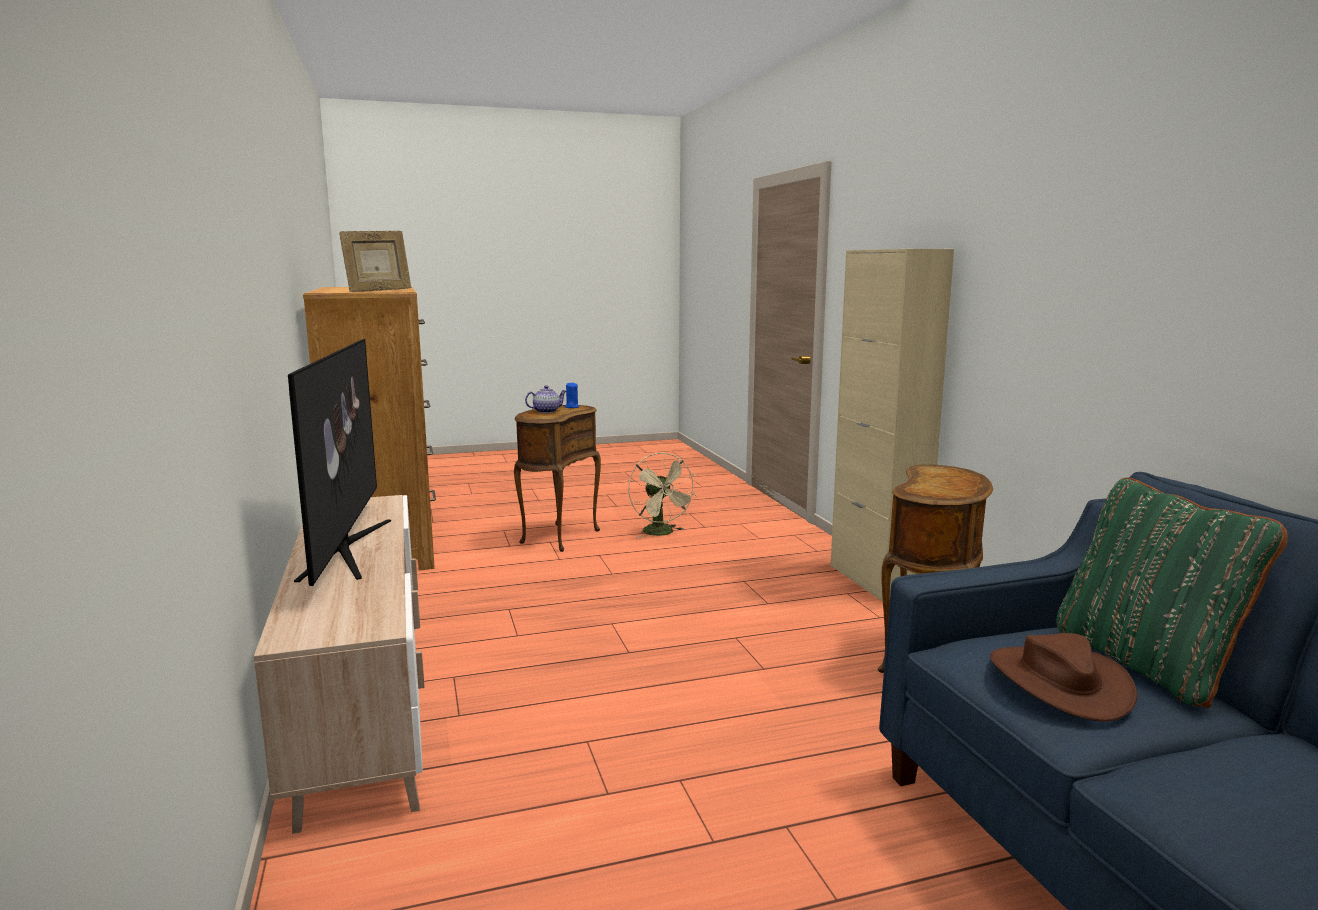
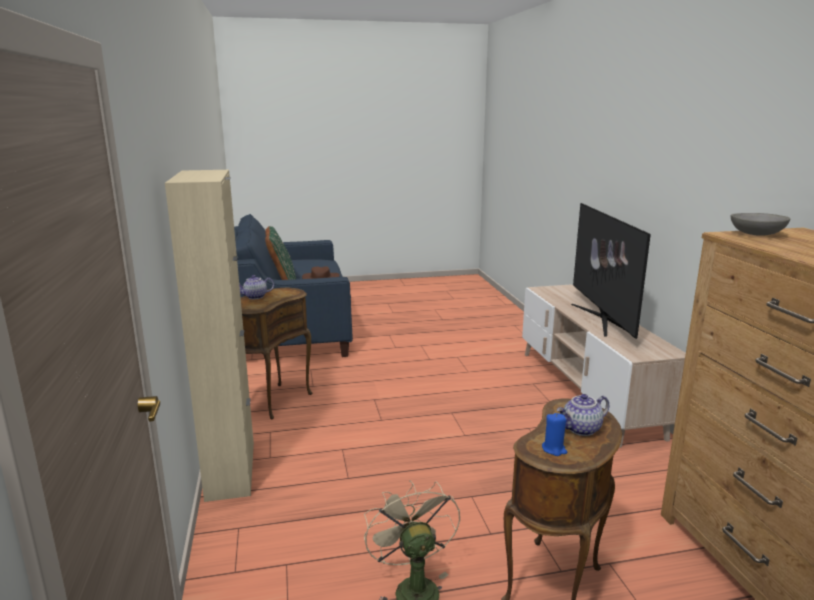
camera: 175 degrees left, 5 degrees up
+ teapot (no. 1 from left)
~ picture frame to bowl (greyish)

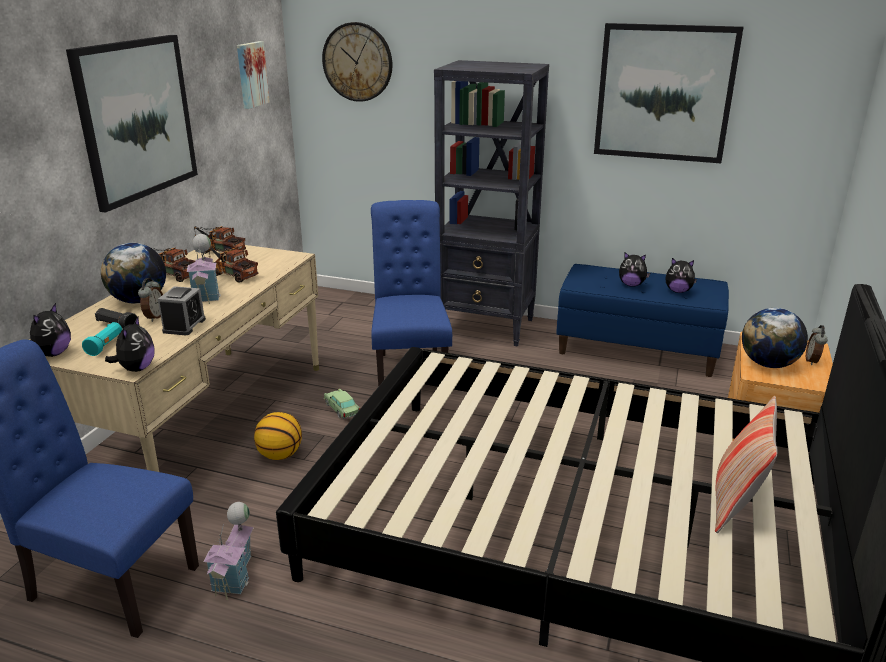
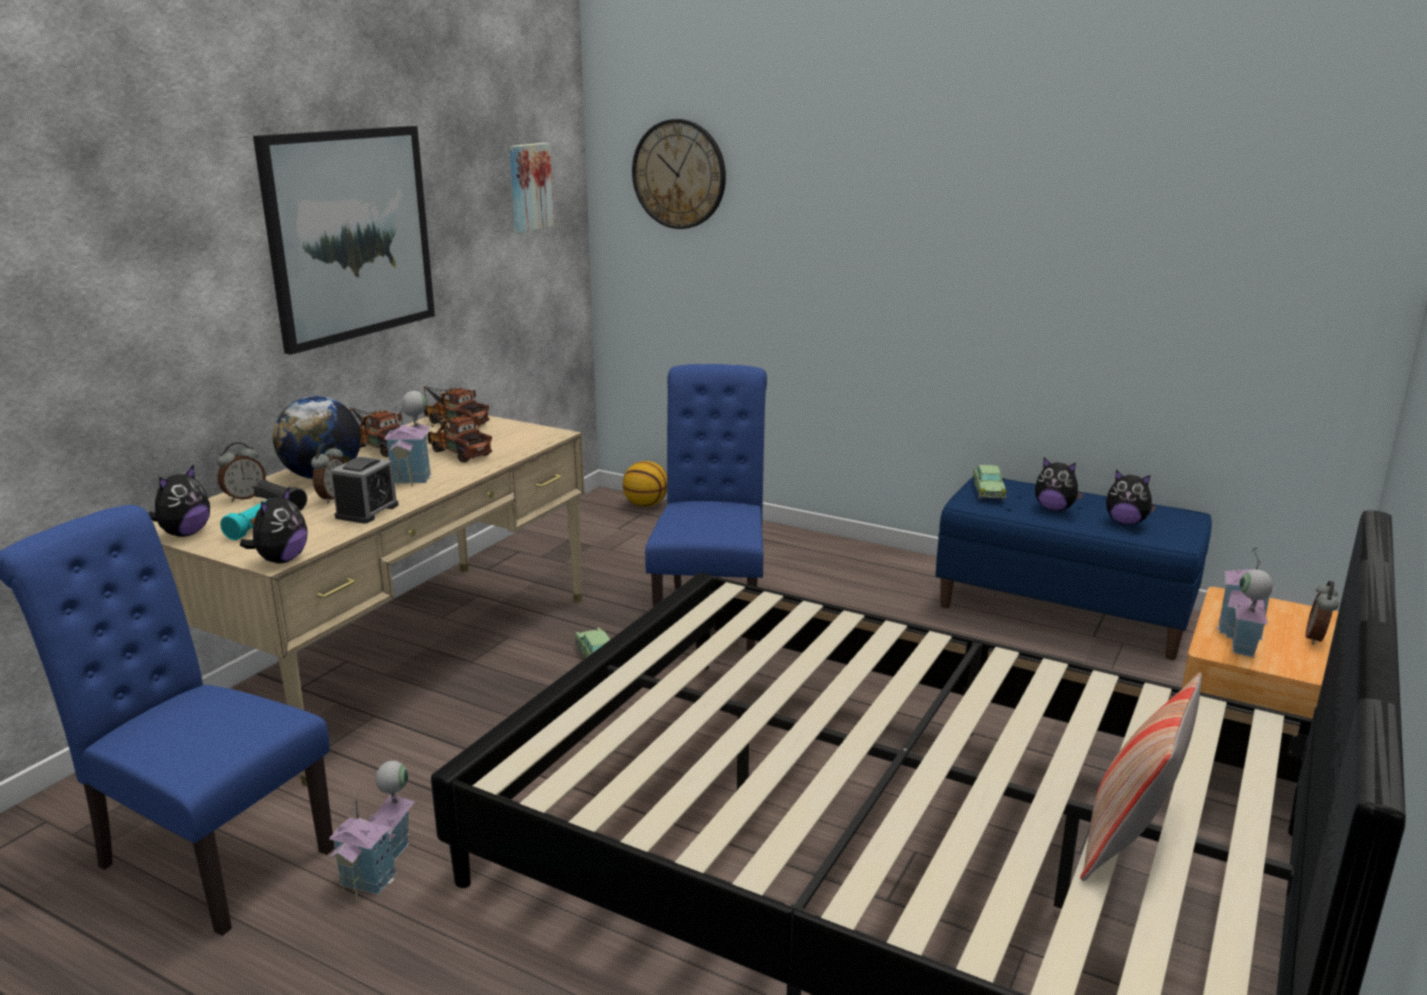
camera: 10 degrees right, 5 degrees down
+ alarm clock (no. 1 from left)
~ basketball
+ toy car (no. 2 from left)
~ world globe (no. 2 from left) to toy house (no. 3 from left)
- bookshelf (blackish)
- wall picture (no. 3 from left)

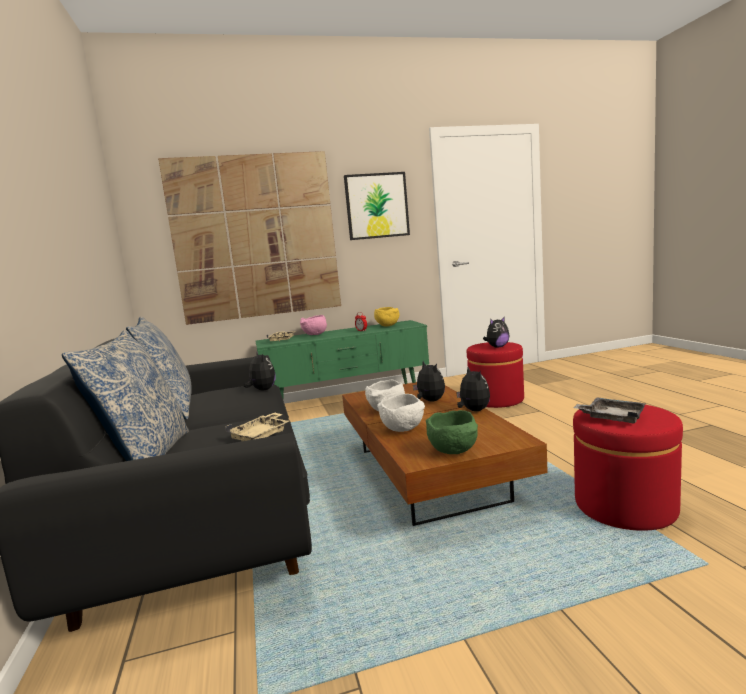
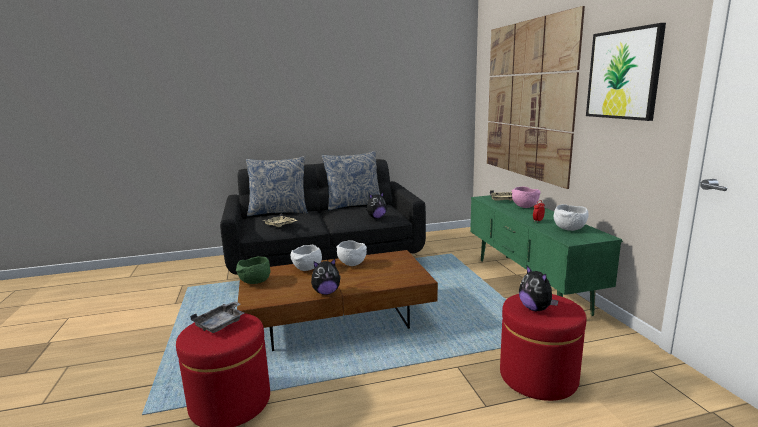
camera: 90 degrees right, 5 degrees up
~ bowl (yellow) to bowl (whitish) (no. 3 from left)
- soft toy (no. 2 from left)

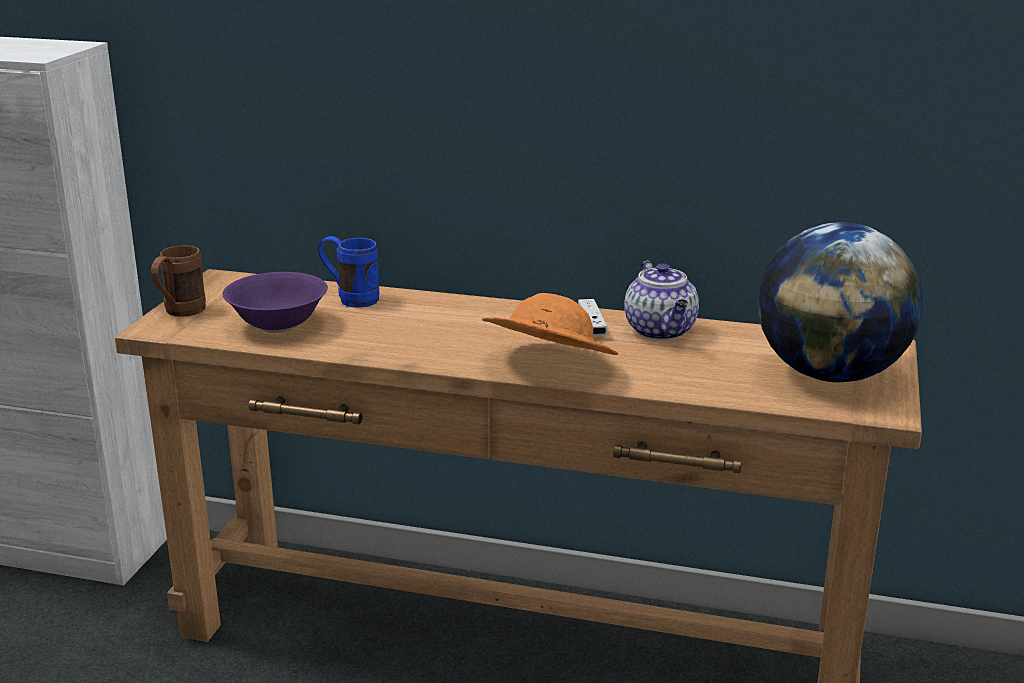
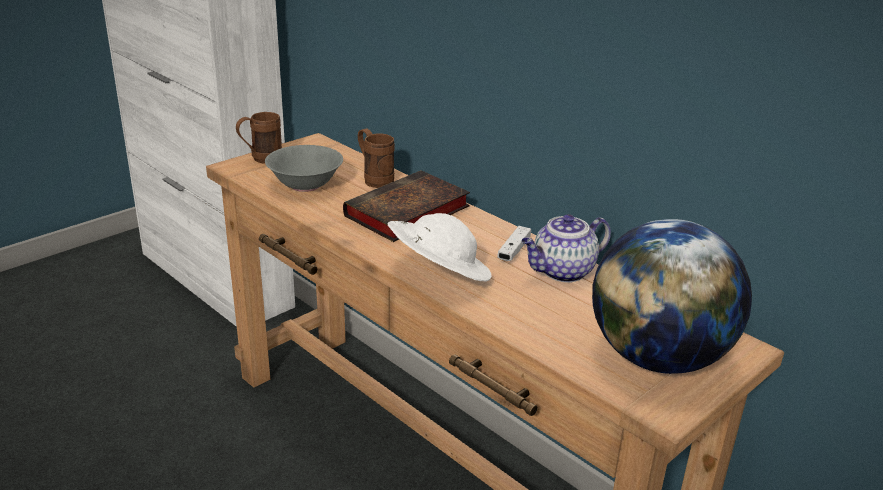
camera: 30 degrees right, 5 degrees up
~ bowl (purplish) to bowl (greyish)
+ book
~ coffee mug (blue-coloured) to coffee mug (brown) (no. 2 from left)
~ hat (orangey) to hat (whitish)
~ teapot 45 degrees clockwise

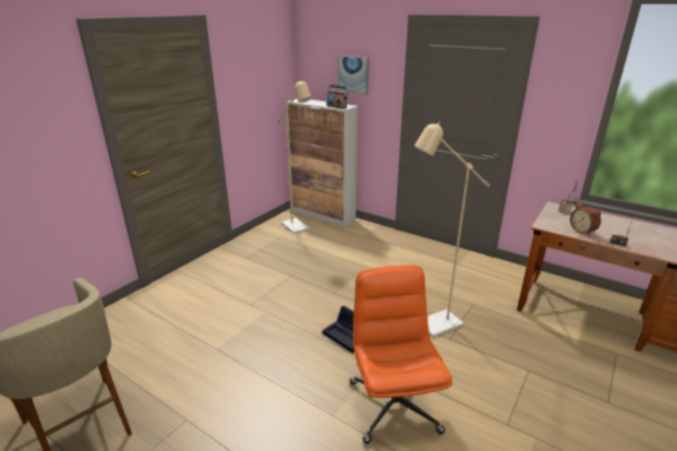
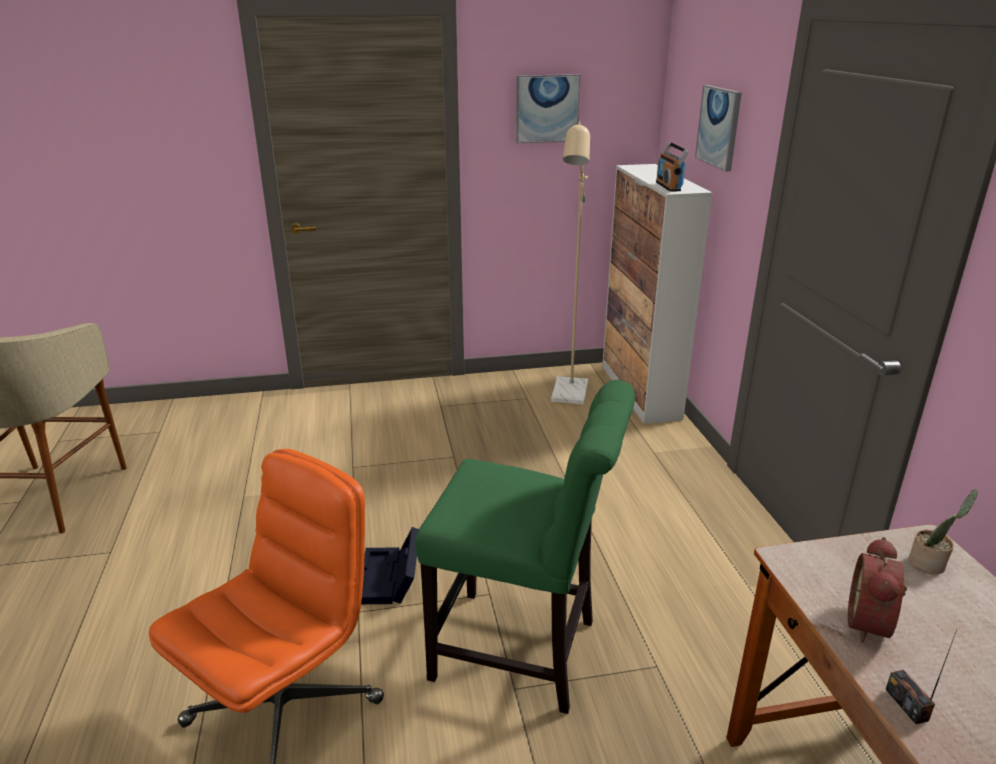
camera: 45 degrees right, 0 degrees up
~ floor lamp (beige) (no. 2 from left) to chair (green-coloured)
+ wall picture (no. 1 from left)

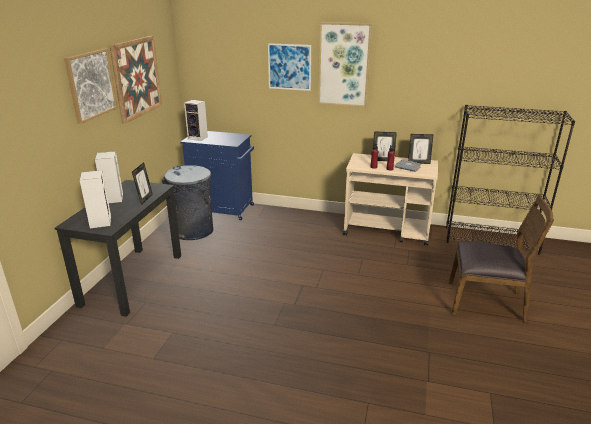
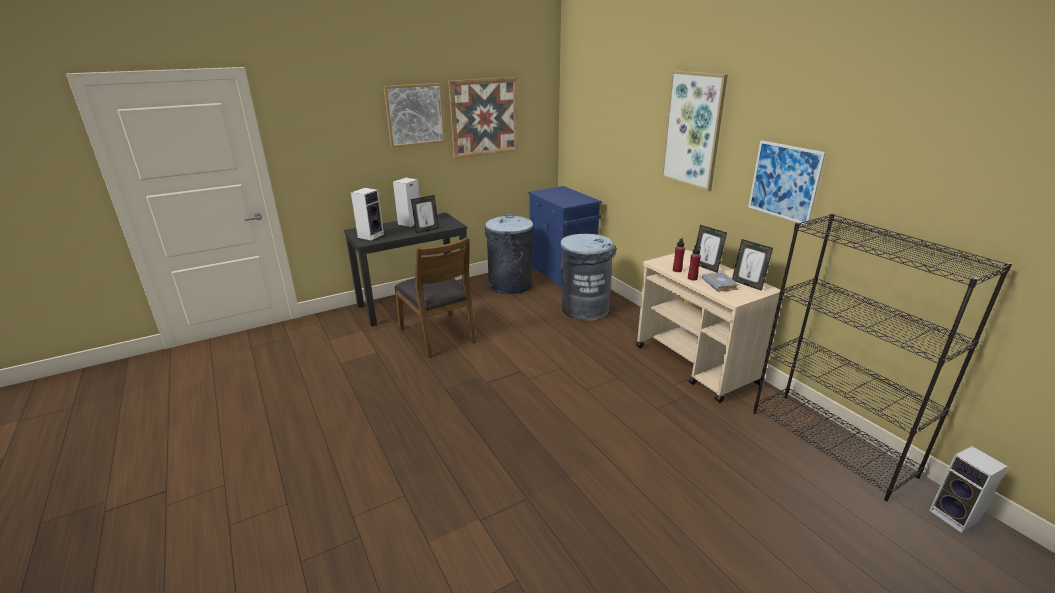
camera: 45 degrees right, 0 degrees up
~ chair (brown)
+ waste bin (greyish) (no. 2 from left)
~ wall picture (no. 3 from left in the first image) to wall picture (no. 4 from left)
~ audio speaker (no. 3 from left)

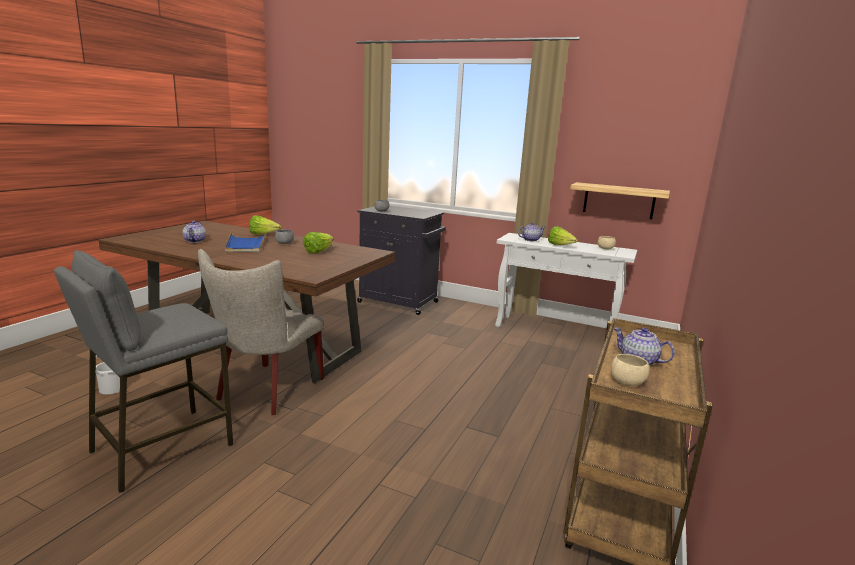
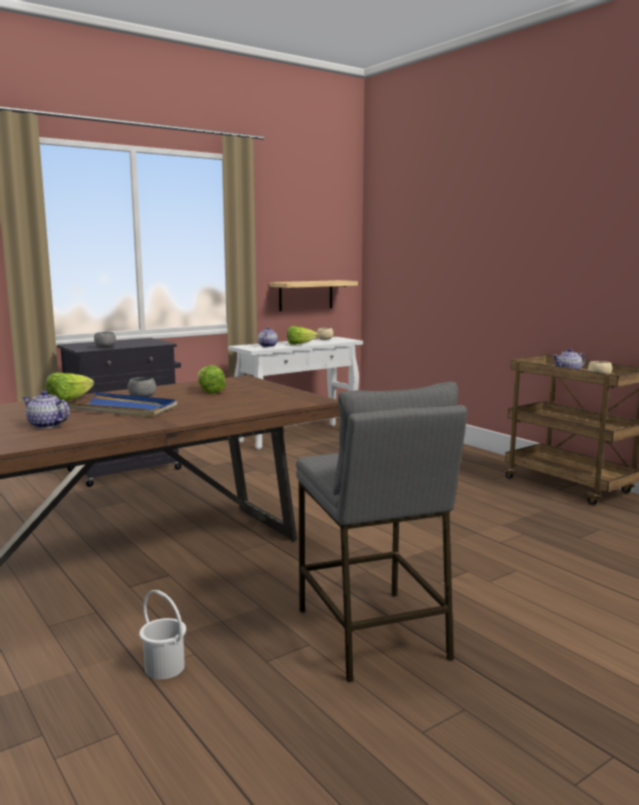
camera: 60 degrees left, 5 degrees down
- chair (beige)

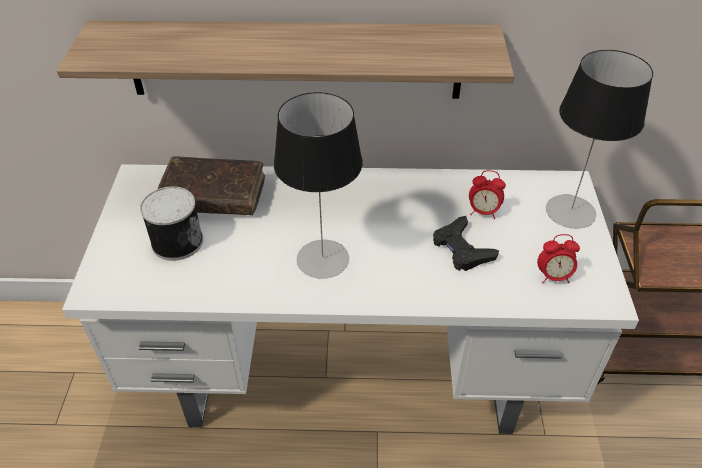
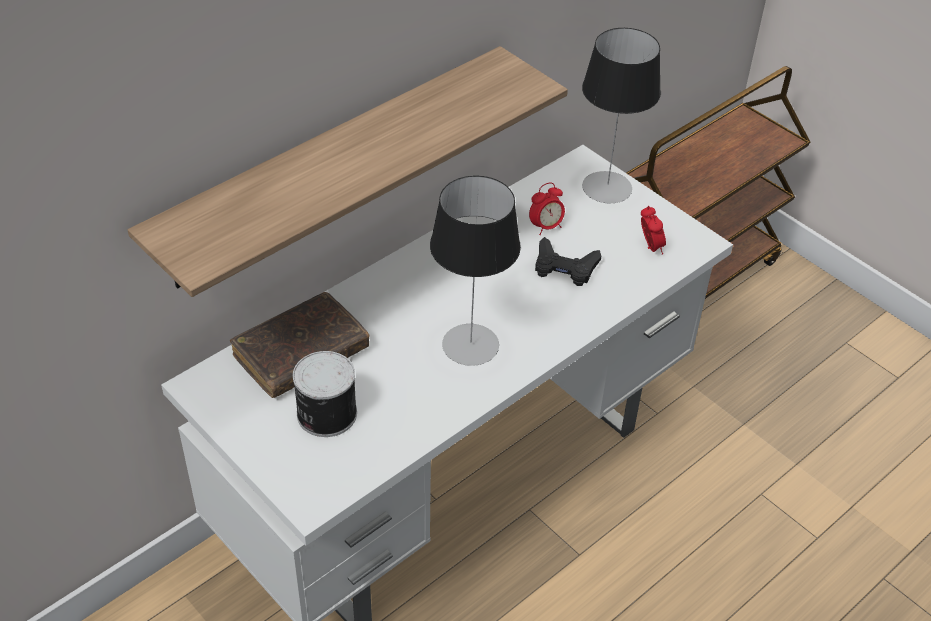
camera: 45 degrees left, 0 degrees up
~ alarm clock (no. 2 from left) 60 degrees counterclockwise

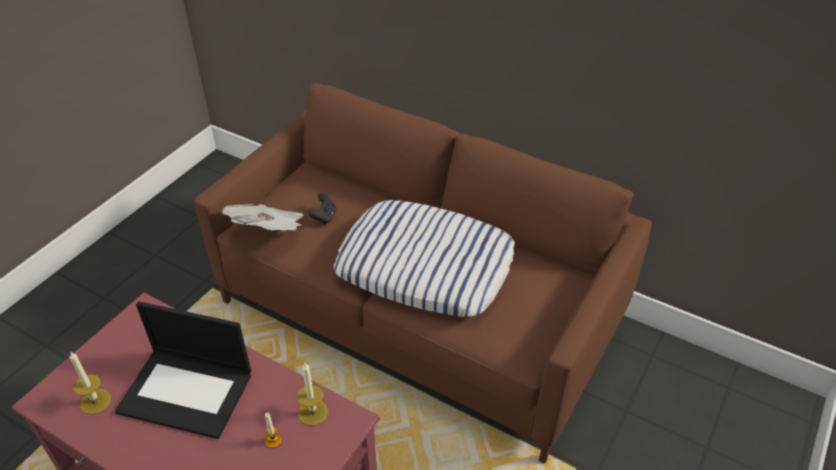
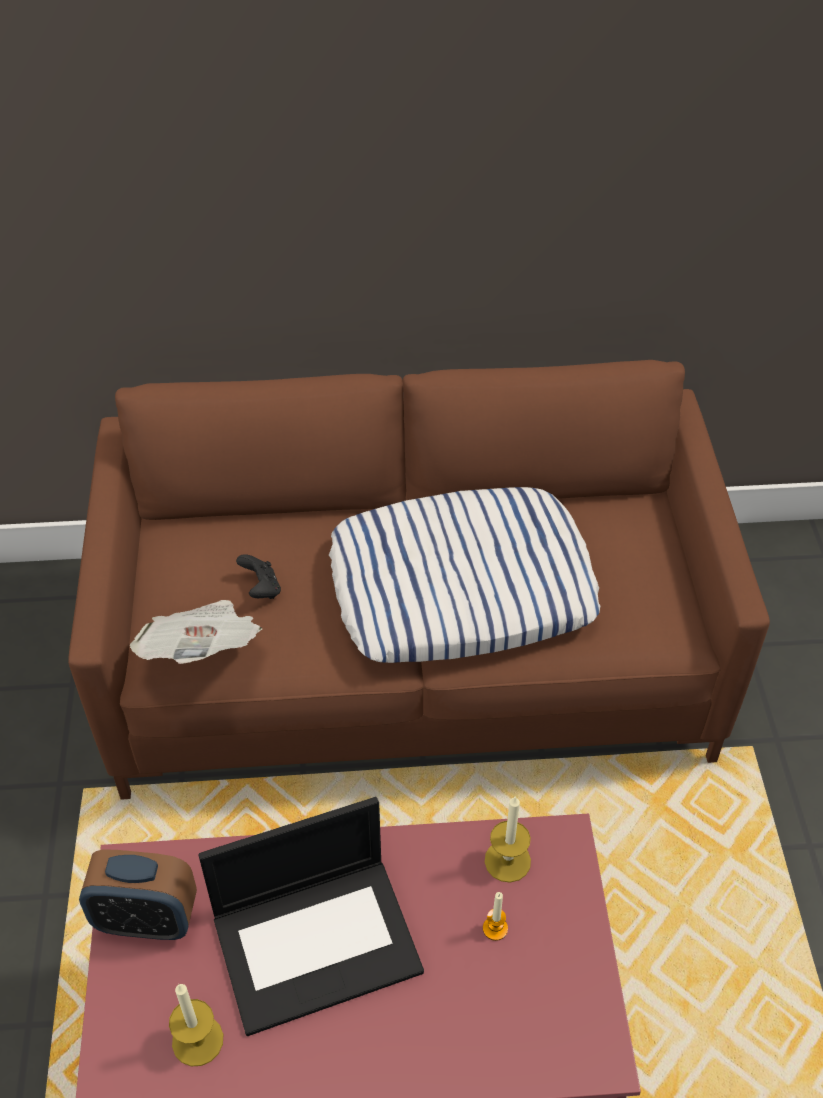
camera: 35 degrees left, 5 degrees up
+ alarm clock

